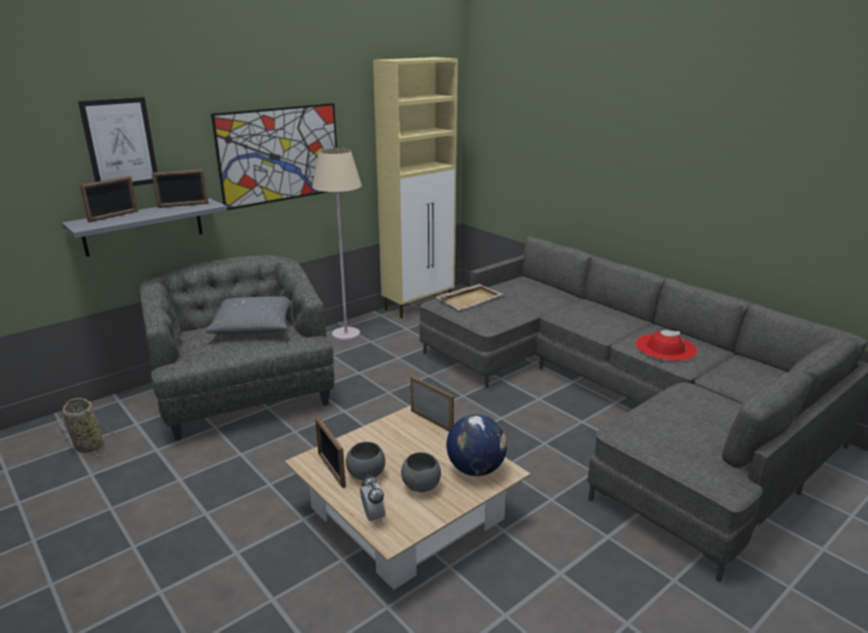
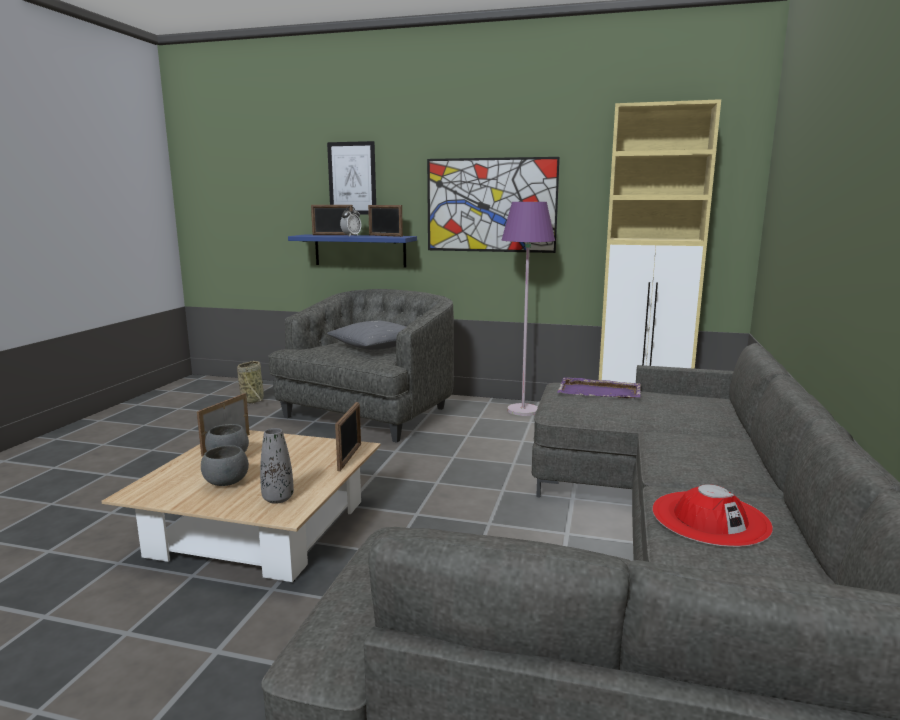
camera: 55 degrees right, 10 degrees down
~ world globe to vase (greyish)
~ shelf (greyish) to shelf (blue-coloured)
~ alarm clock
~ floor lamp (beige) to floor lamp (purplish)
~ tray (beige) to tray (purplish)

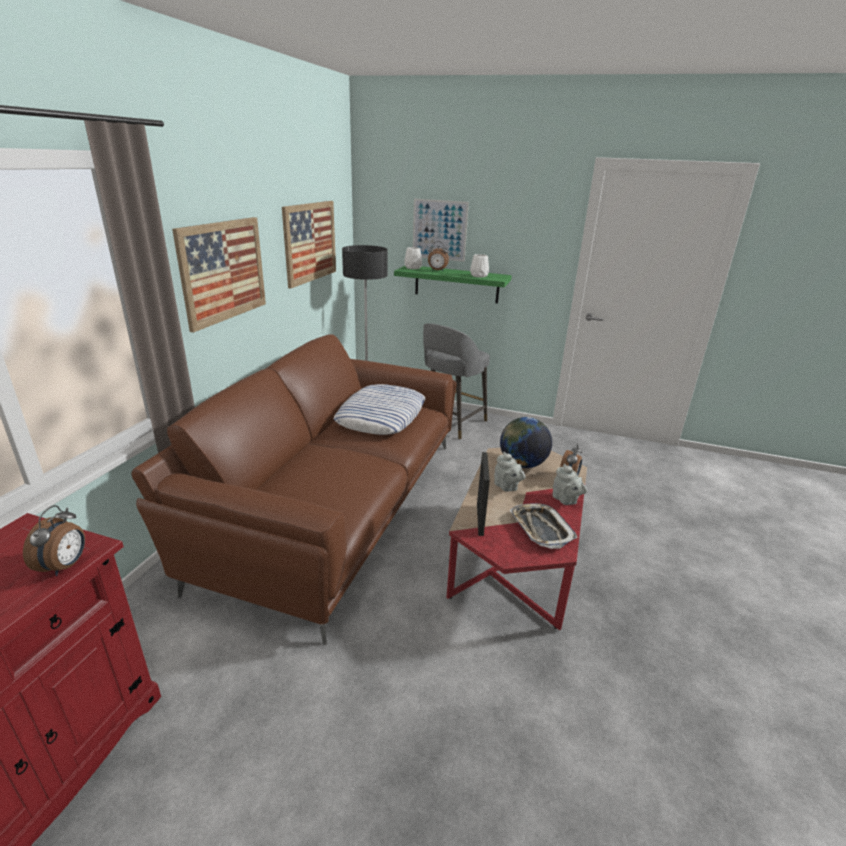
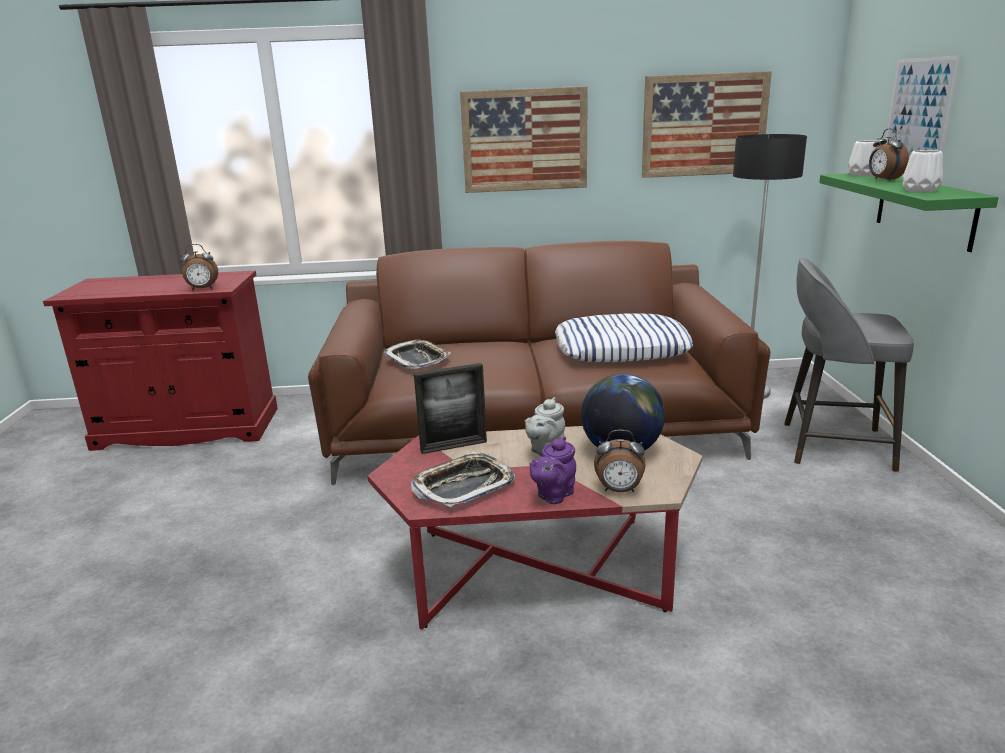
camera: 70 degrees right, 5 degrees down
+ tray (no. 1 from left)
~ teapot (greyish) (no. 2 from left) to teapot (purplish)

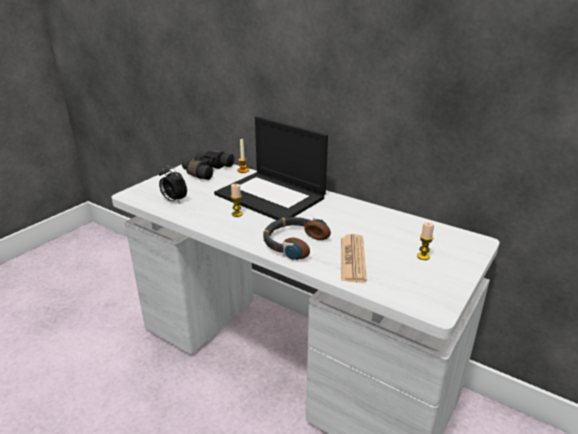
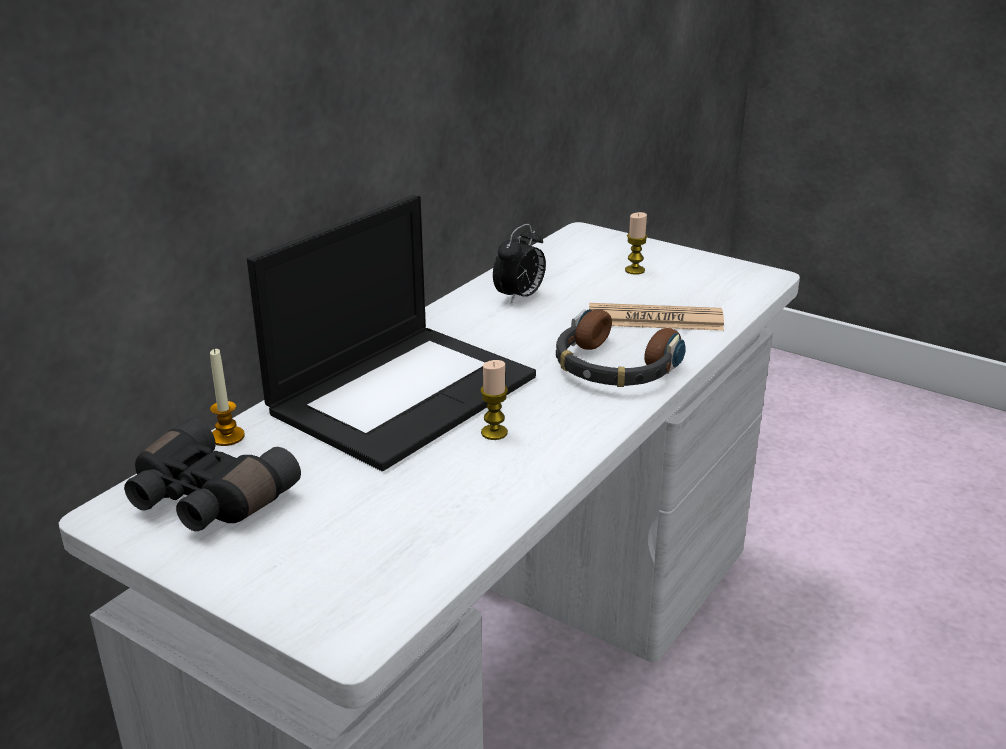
camera: 90 degrees left, 0 degrees up
~ alarm clock

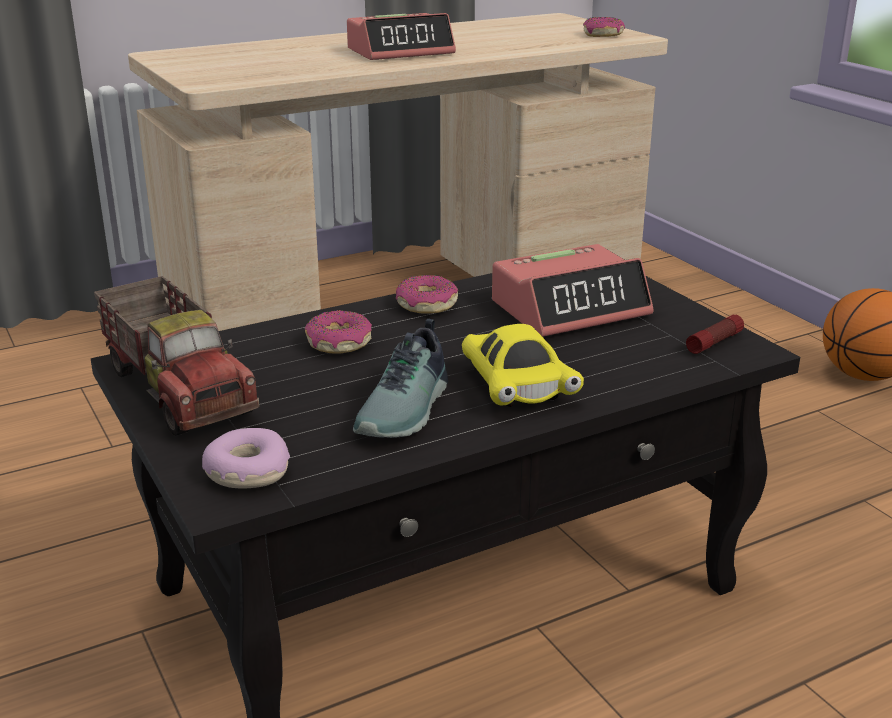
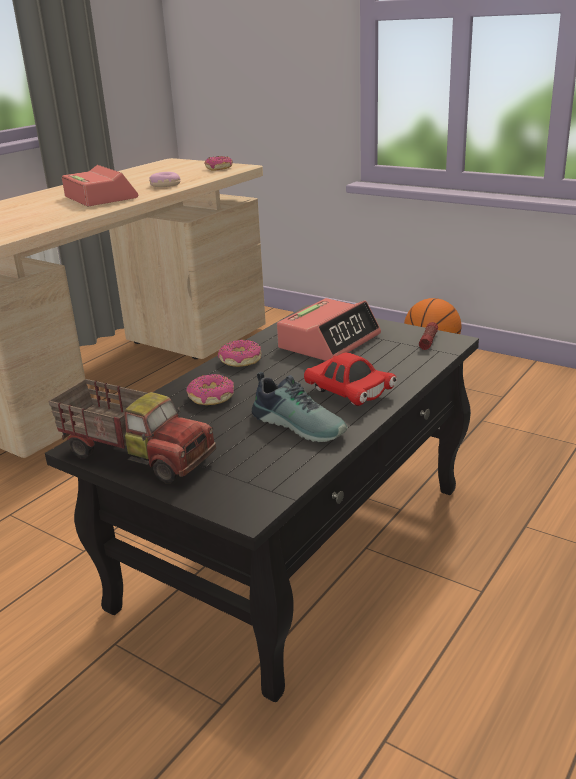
camera: 25 degrees left, 0 degrees up
~ alarm clock (no. 1 from left) 75 degrees counterclockwise
~ doughnut (no. 1 from left)
~ item of footwear 45 degrees counterclockwise
~ toy car (yellow) to toy car (reddish)

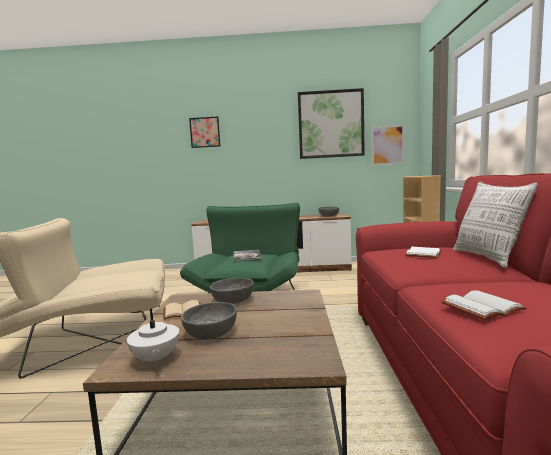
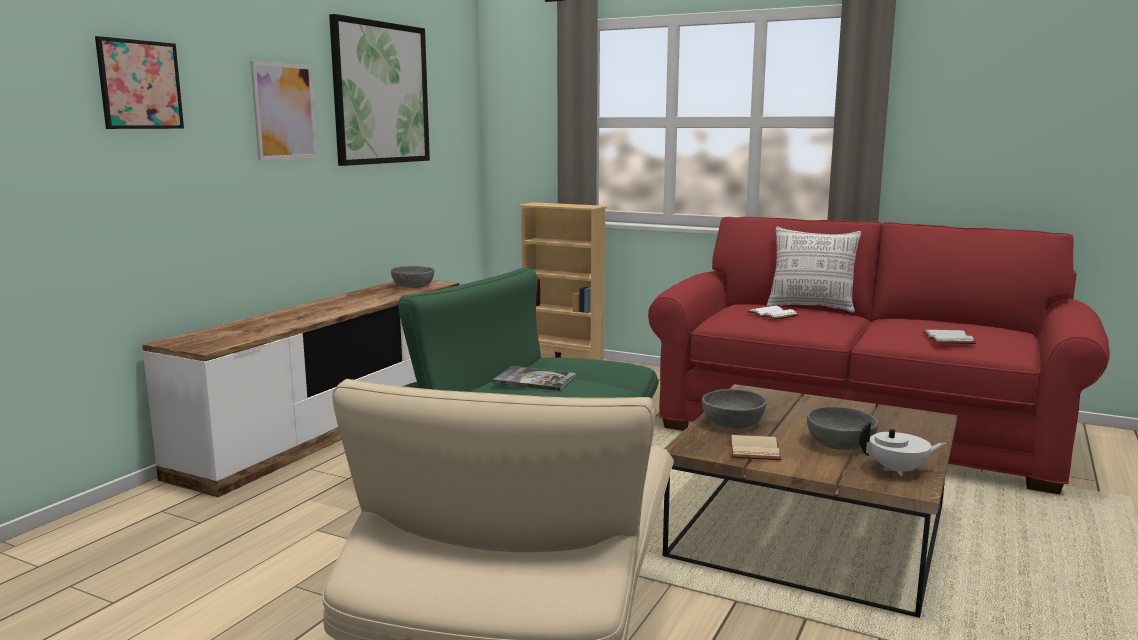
camera: 65 degrees left, 5 degrees up
~ wall picture (no. 3 from left in the first image) to wall picture (no. 2 from left)

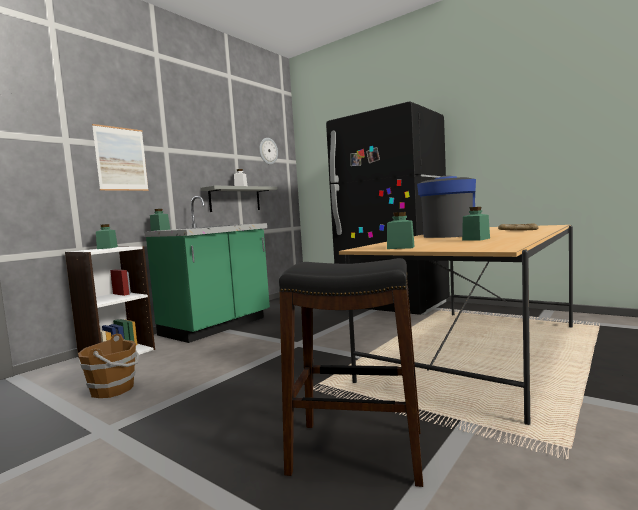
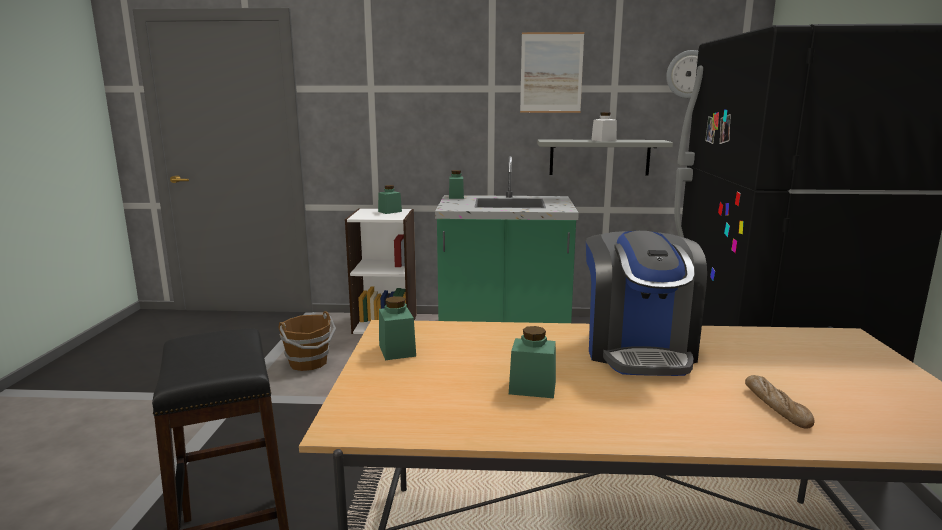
camera: 55 degrees right, 10 degrees up
~ wall picture
~ coffee machine 105 degrees clockwise

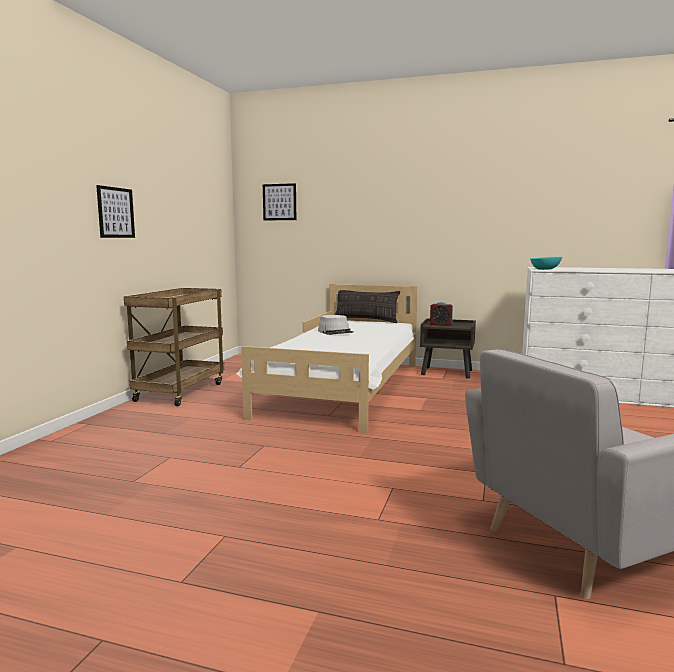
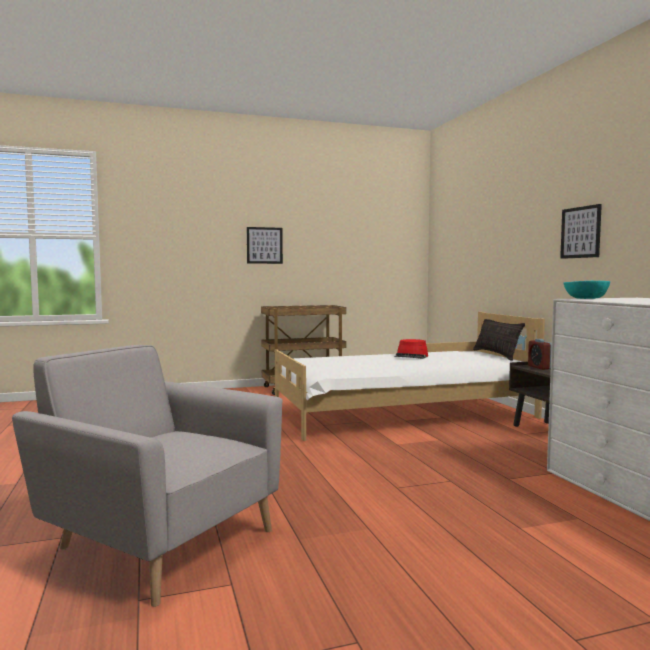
camera: 55 degrees right, 5 degrees down
~ hat (greyish) to hat (reddish)
~ wall picture (no. 2 from left)

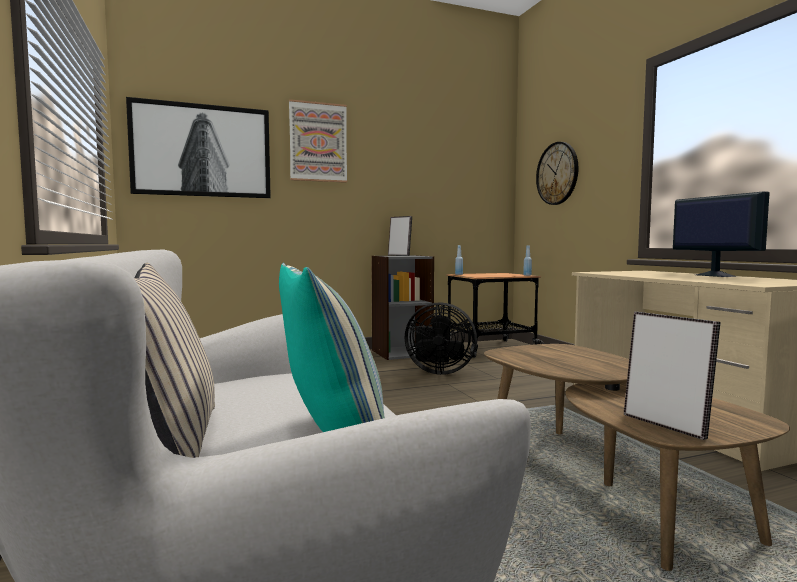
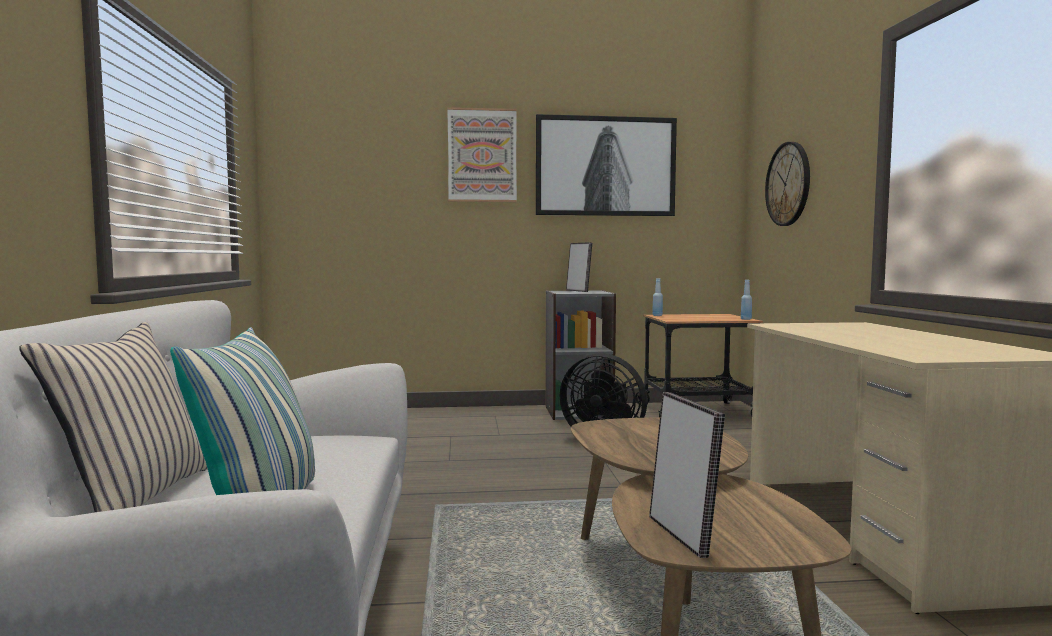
camera: 15 degrees right, 0 degrees up
~ wall picture (no. 1 from left in the first image) to wall picture (no. 2 from left)
- computer display

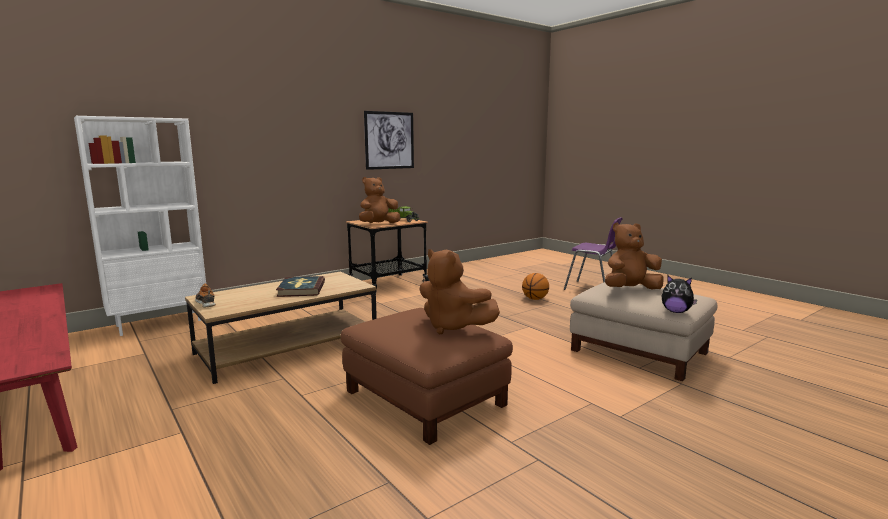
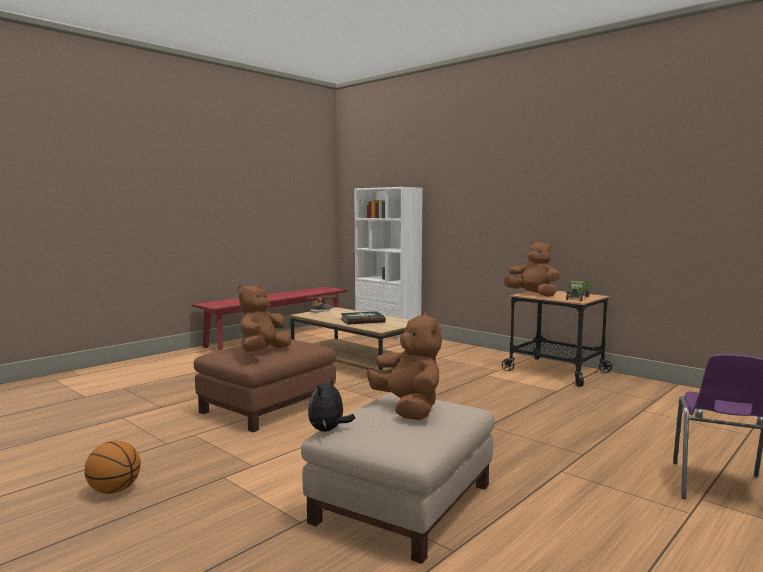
camera: 80 degrees right, 5 degrees down
~ basketball
- wall picture

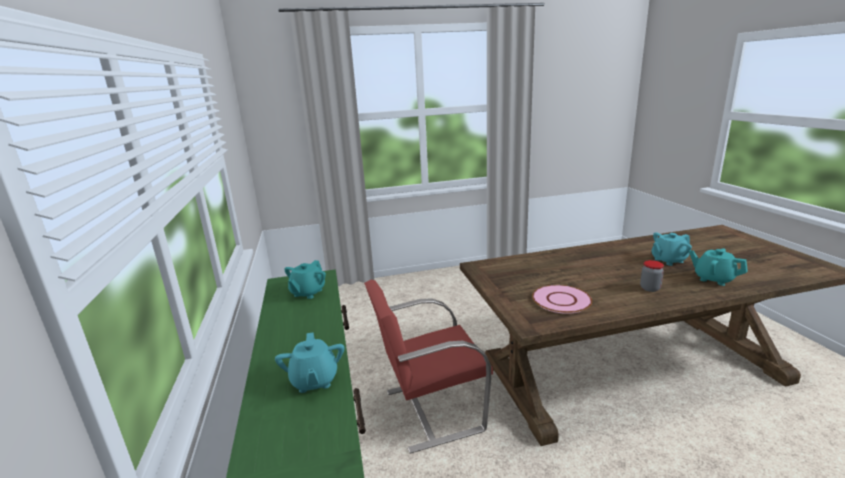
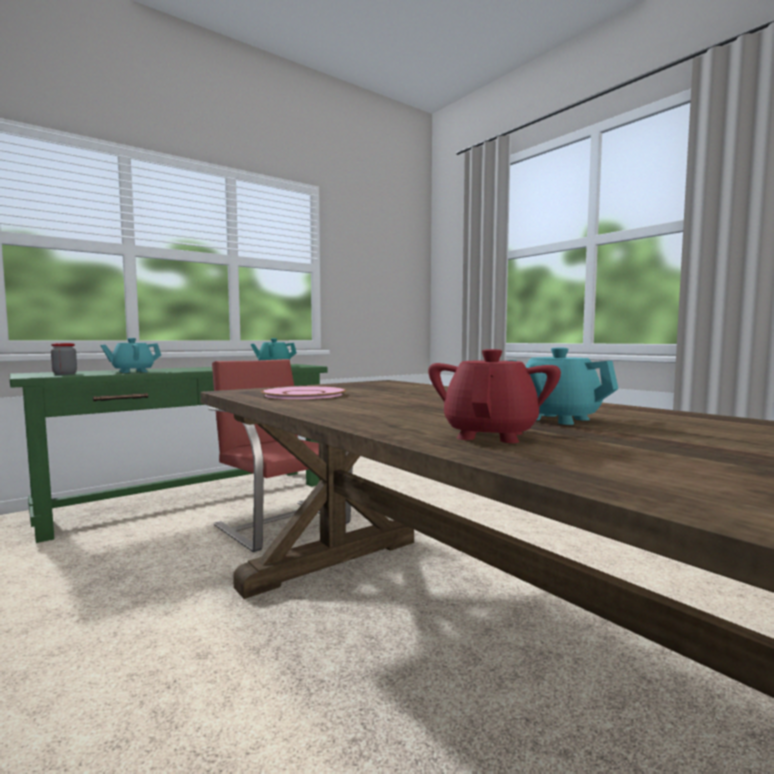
camera: 65 degrees right, 15 degrees down
~ jar
~ teapot (turquoise) (no. 4 from left) to teapot (reddish)

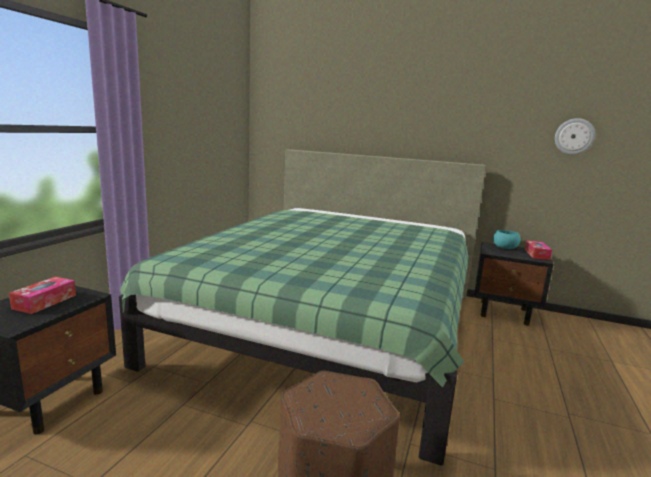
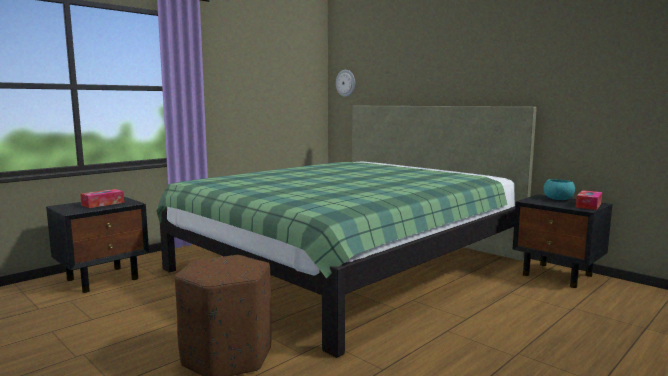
camera: 25 degrees right, 5 degrees down
~ clock on the wall

